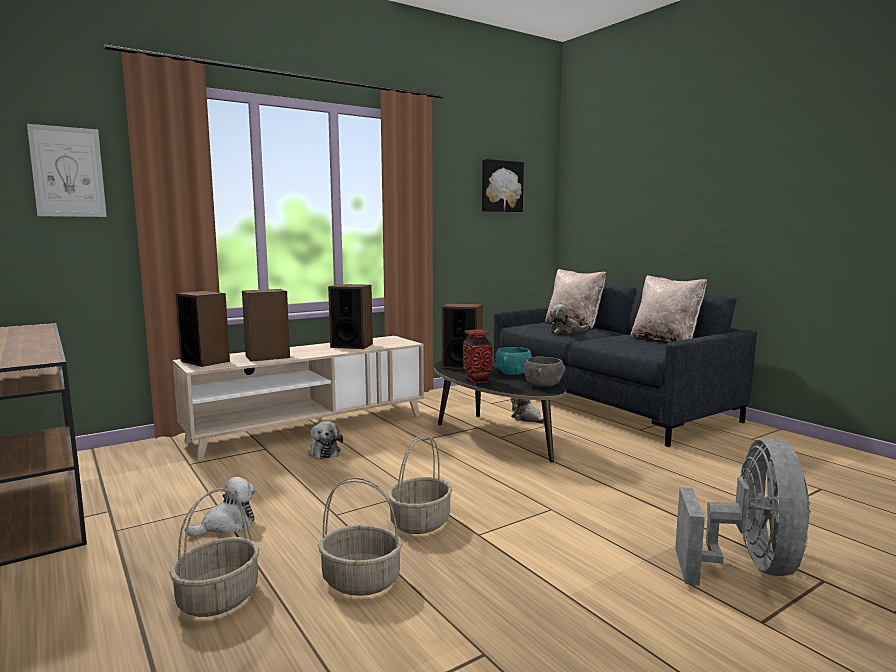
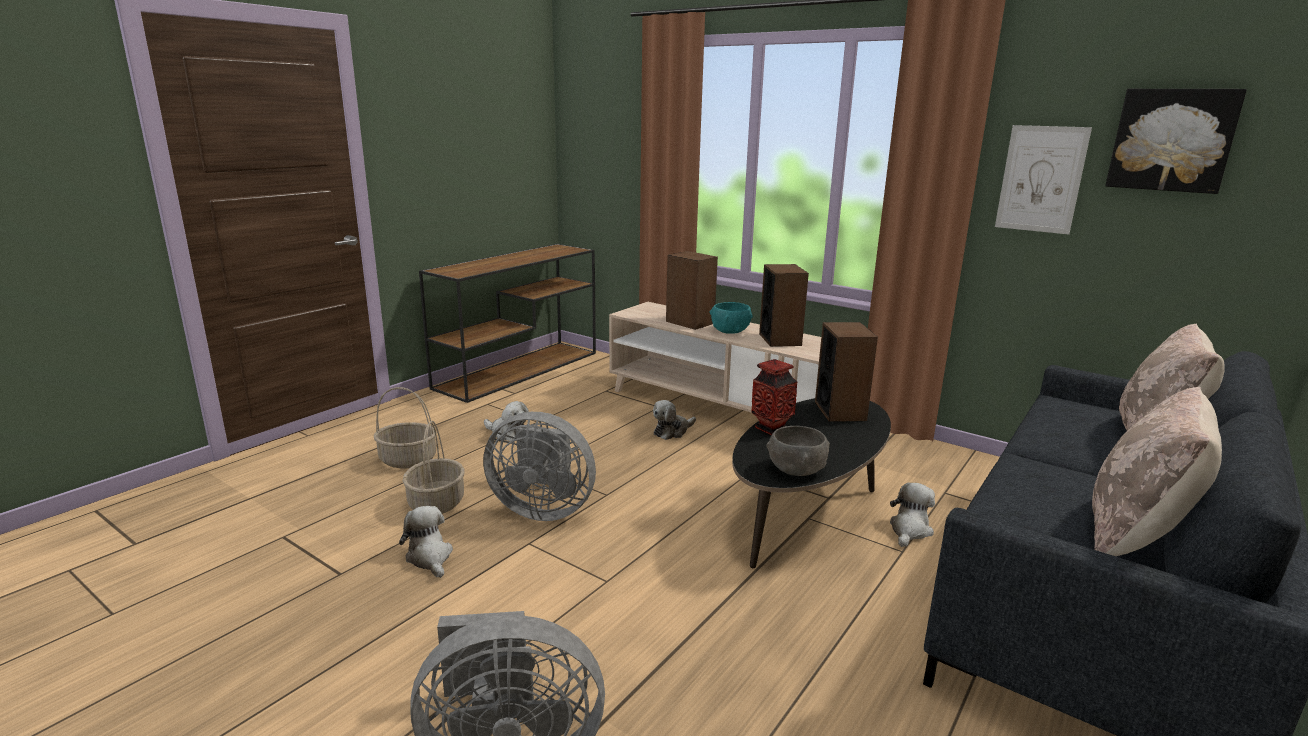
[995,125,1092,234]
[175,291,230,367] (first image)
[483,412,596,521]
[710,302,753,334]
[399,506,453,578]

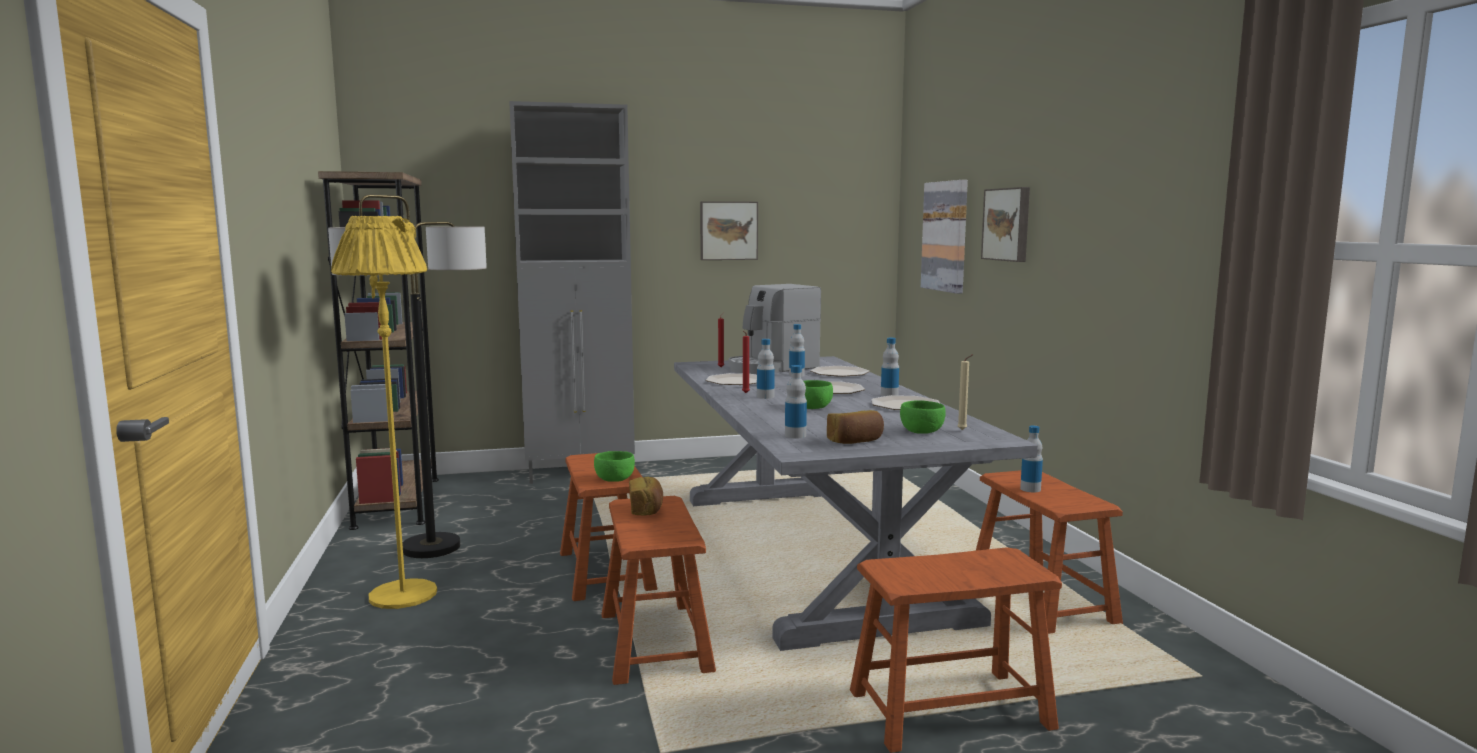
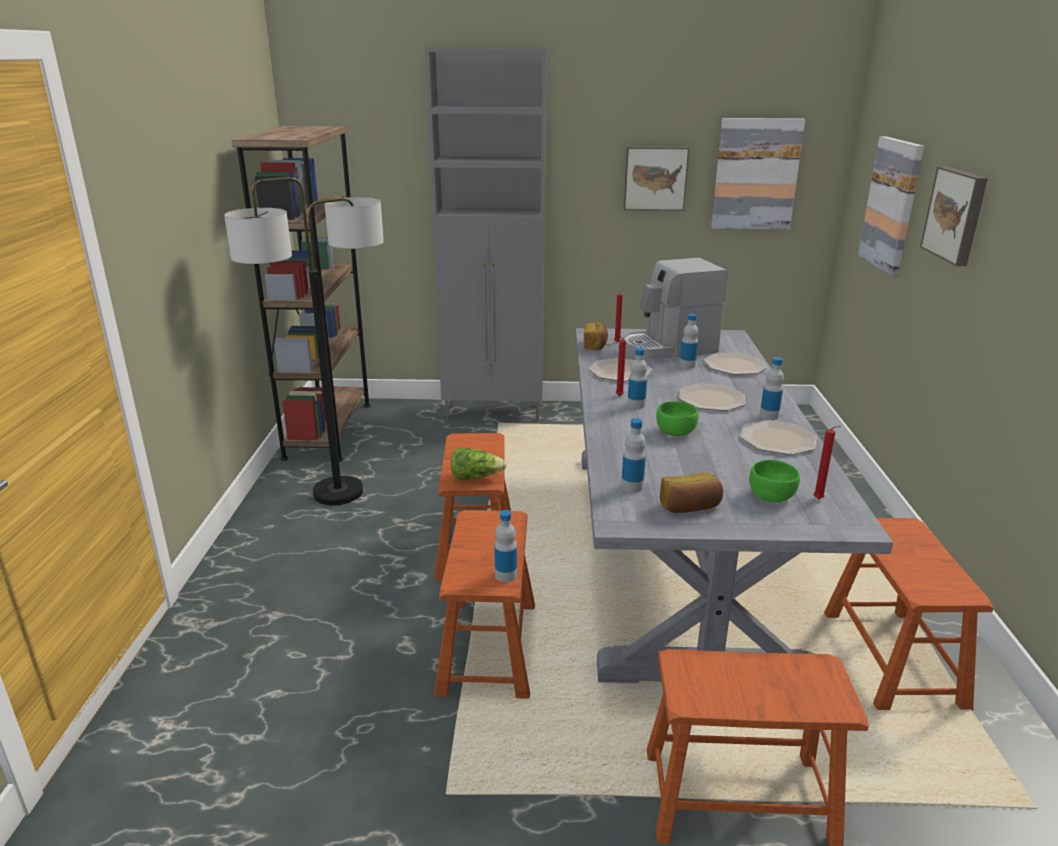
[331,216,437,609] (first image)
[451,448,507,480]
[584,322,608,350]
[814,426,841,499]
[494,510,517,582]
[711,118,805,229]

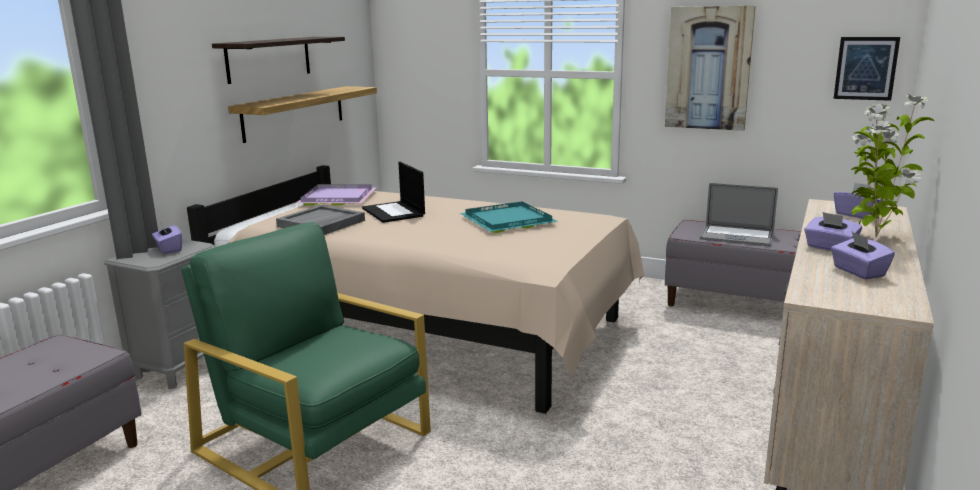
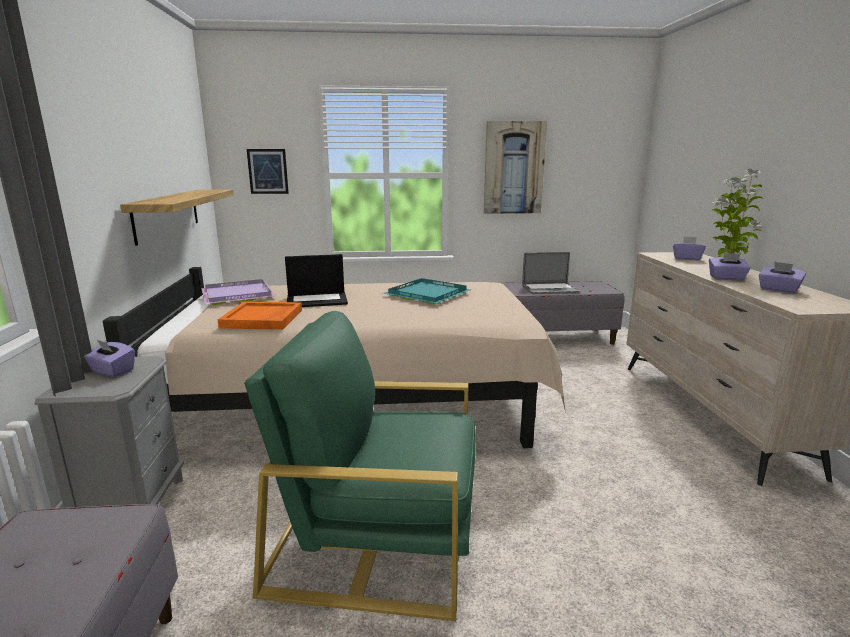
[212,37,345,84] (first image)
[218,301,302,330]
[285,254,348,307]
[247,149,289,194]

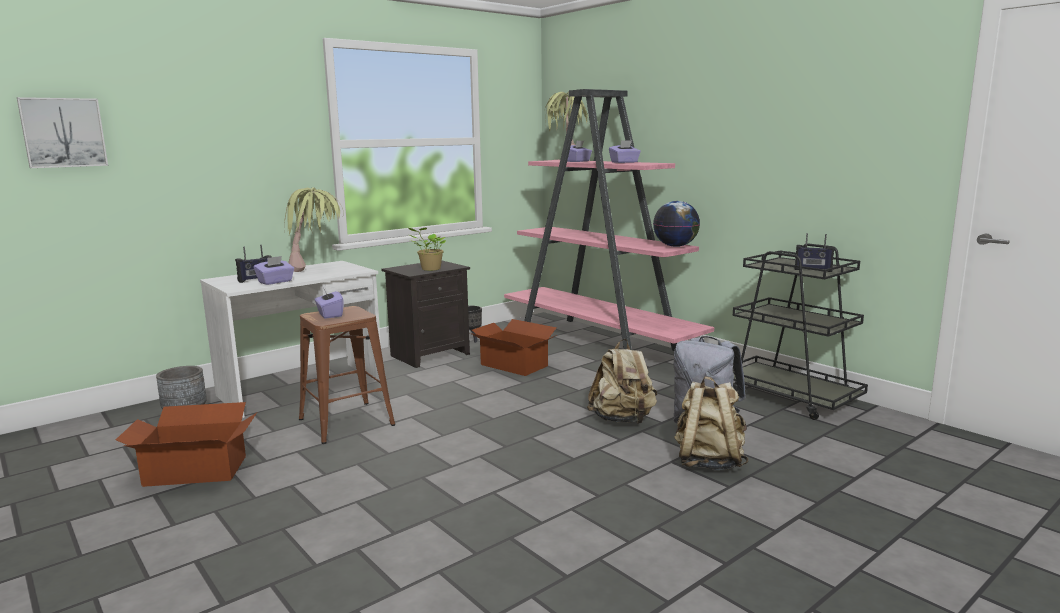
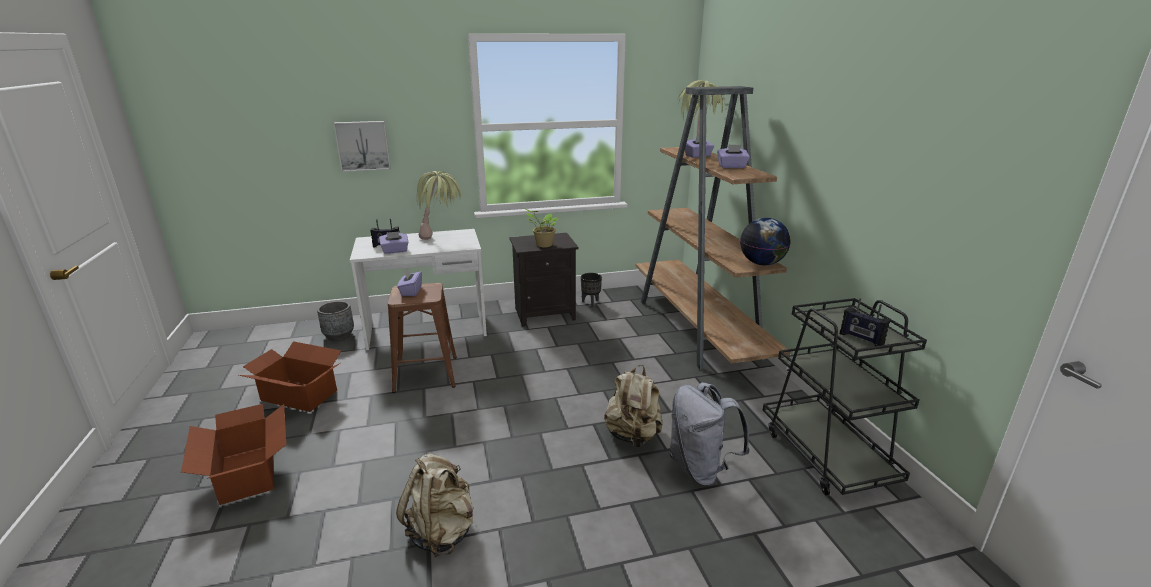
[334,121,391,172]
[181,404,286,505]
[636,86,790,370]
[396,453,474,557]

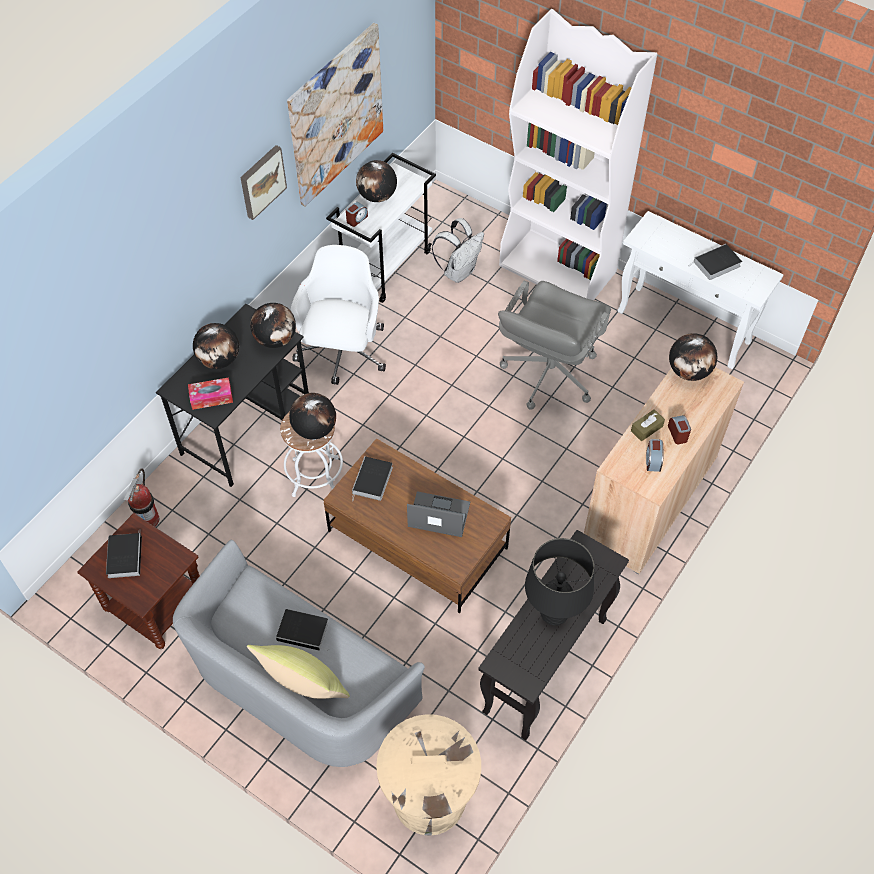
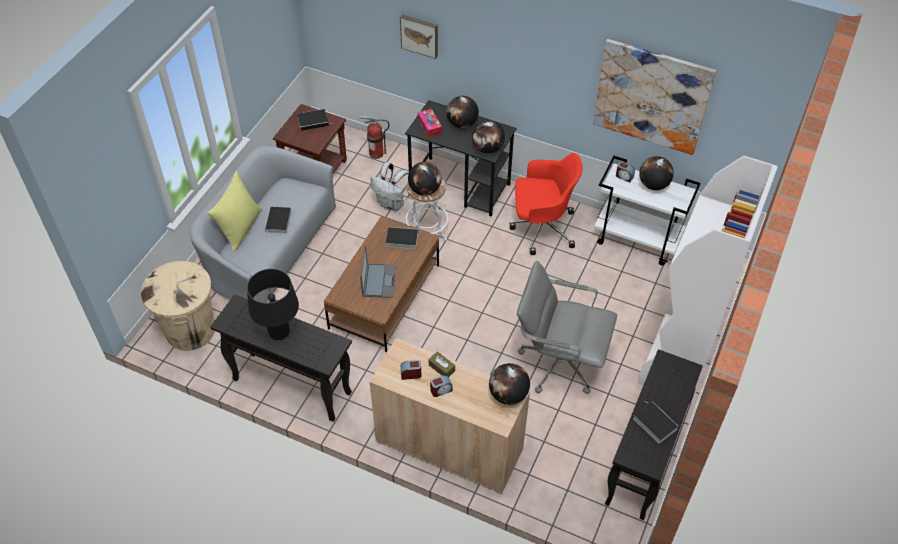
[400,14,438,59]
[509,153,582,255]
[371,162,409,212]
[605,349,703,520]

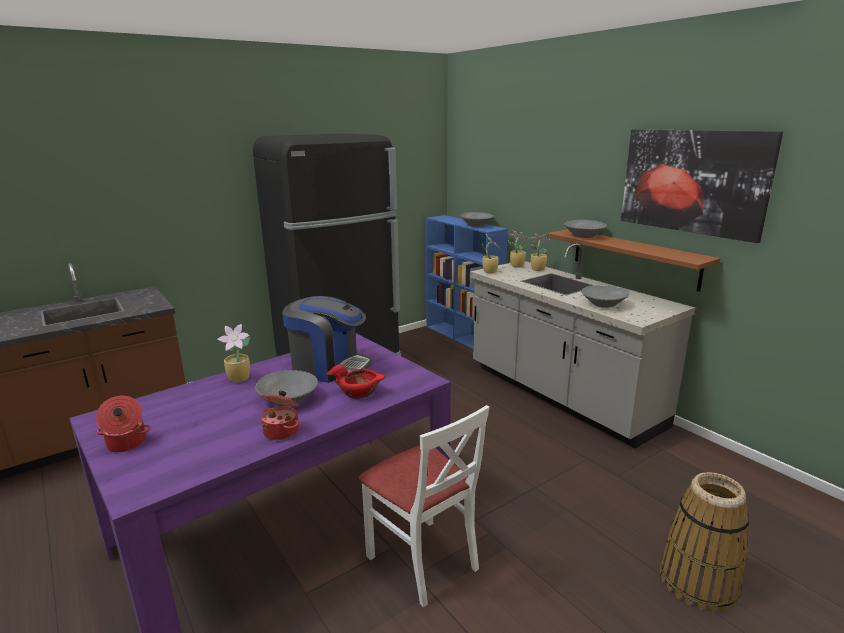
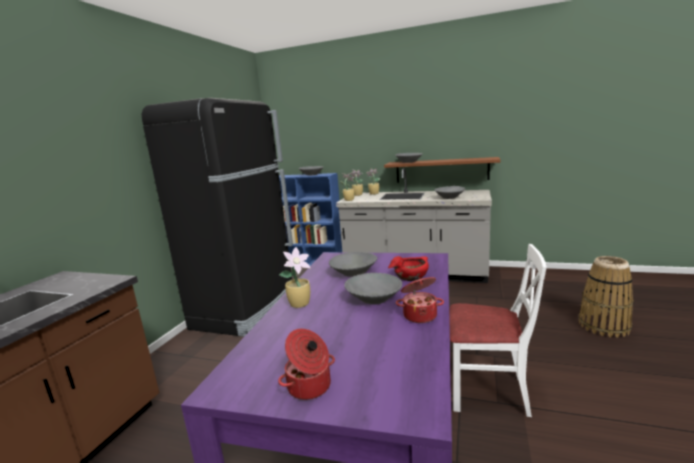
[329,252,377,277]
[621,129,783,243] (first image)

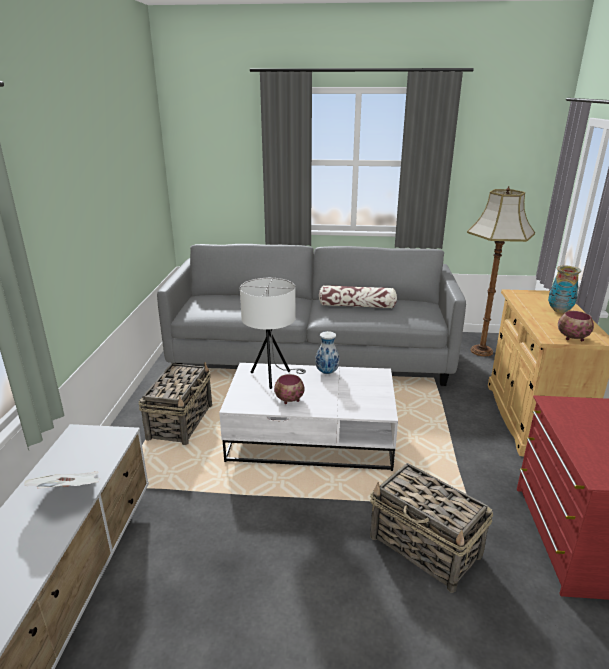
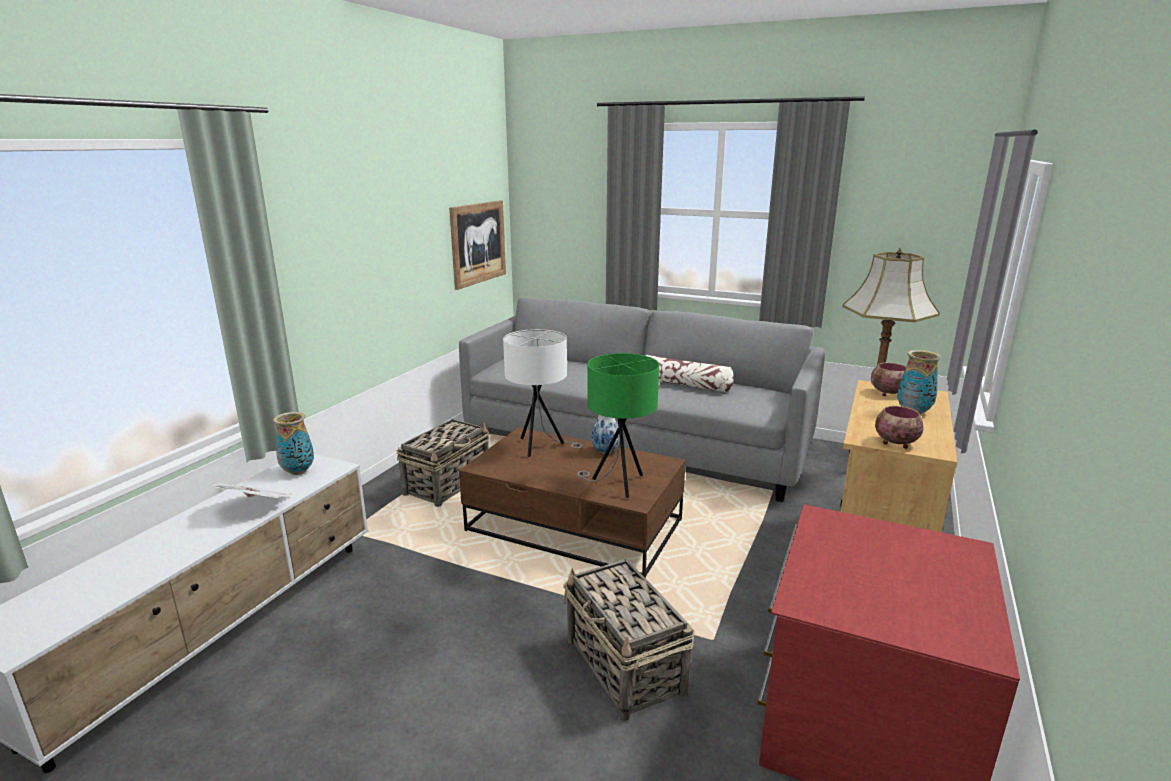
[459,427,686,578]
[871,363,906,396]
[273,412,314,475]
[449,200,506,290]
[577,353,659,498]

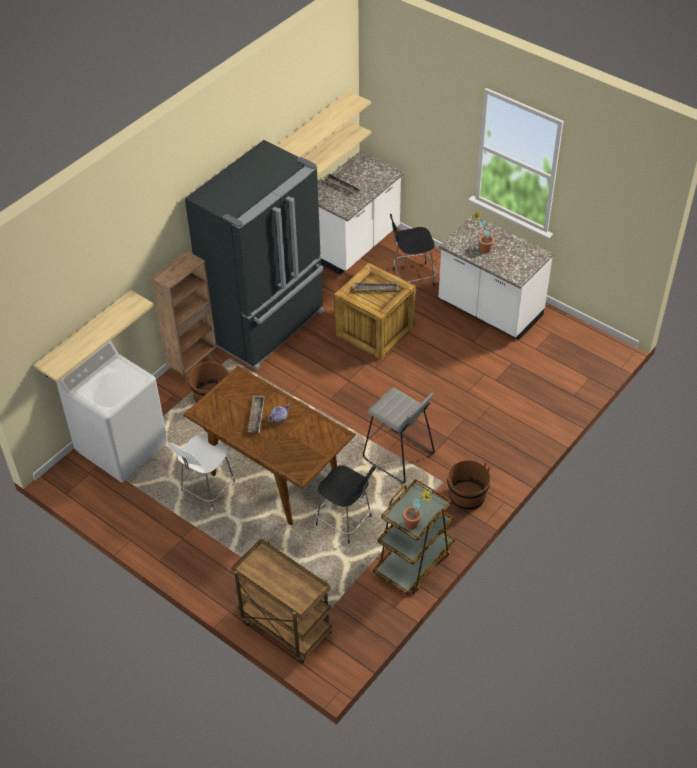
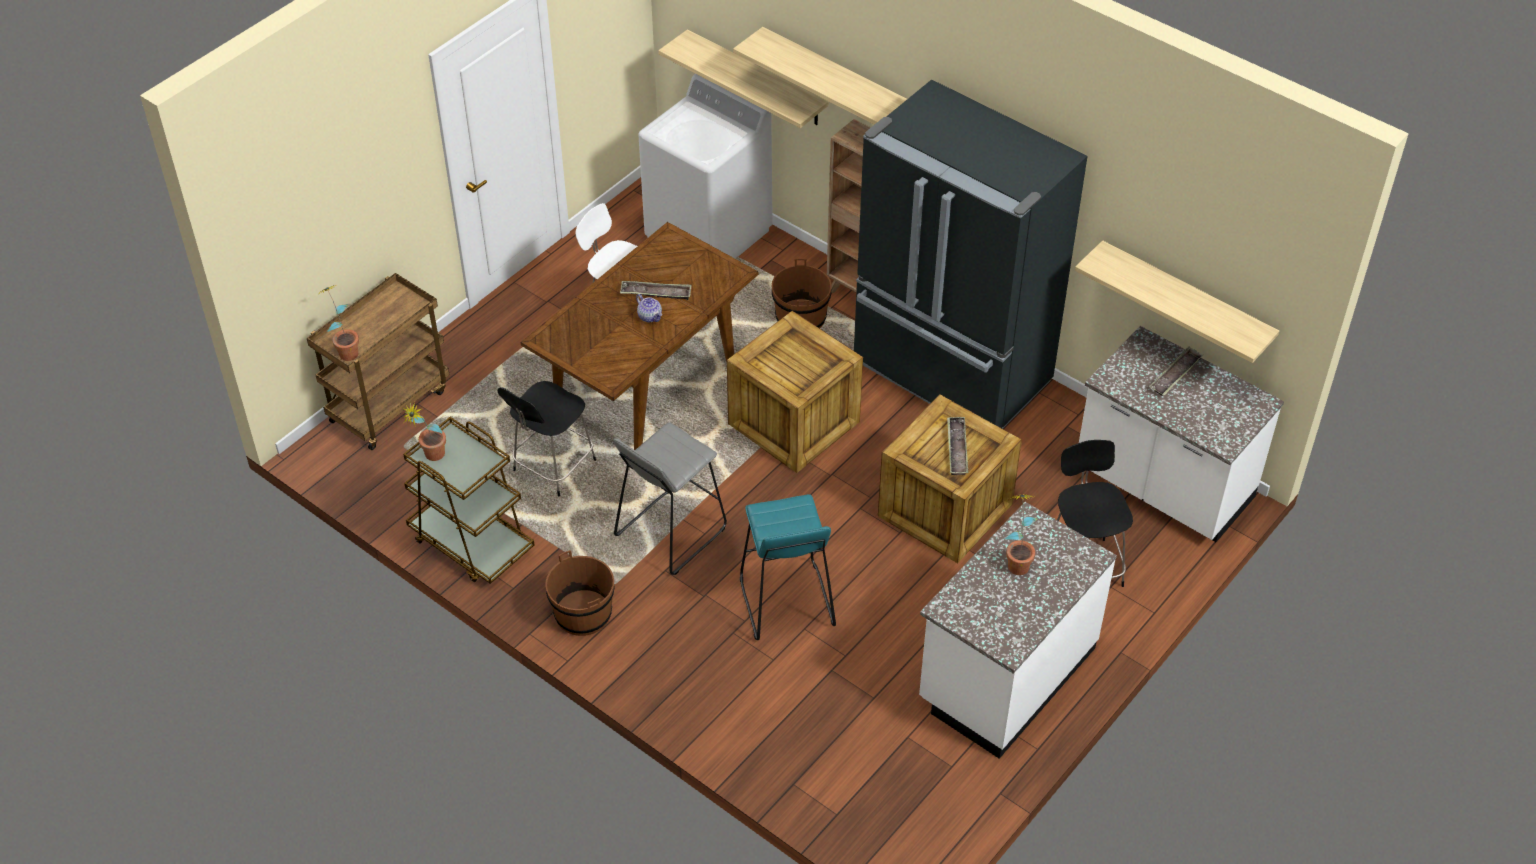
[733,27,907,125]
[322,285,359,361]
[727,311,863,473]
[740,494,836,640]

